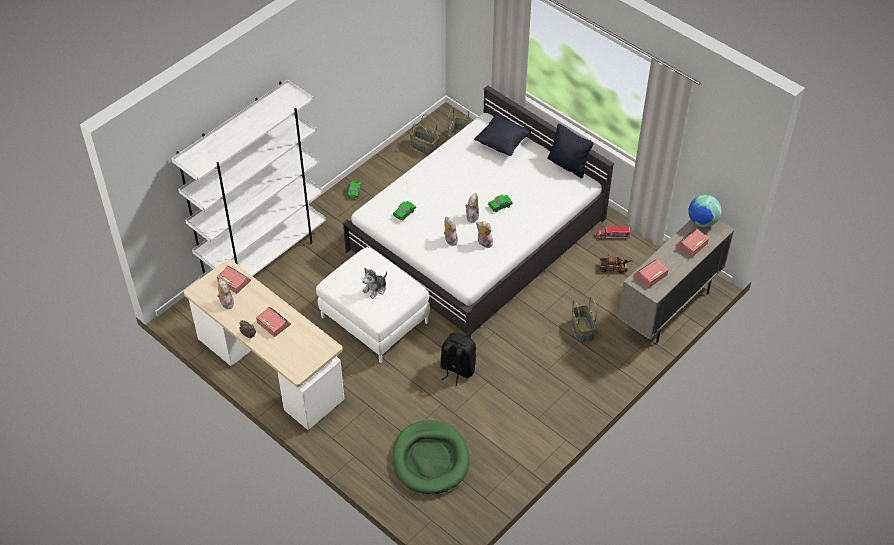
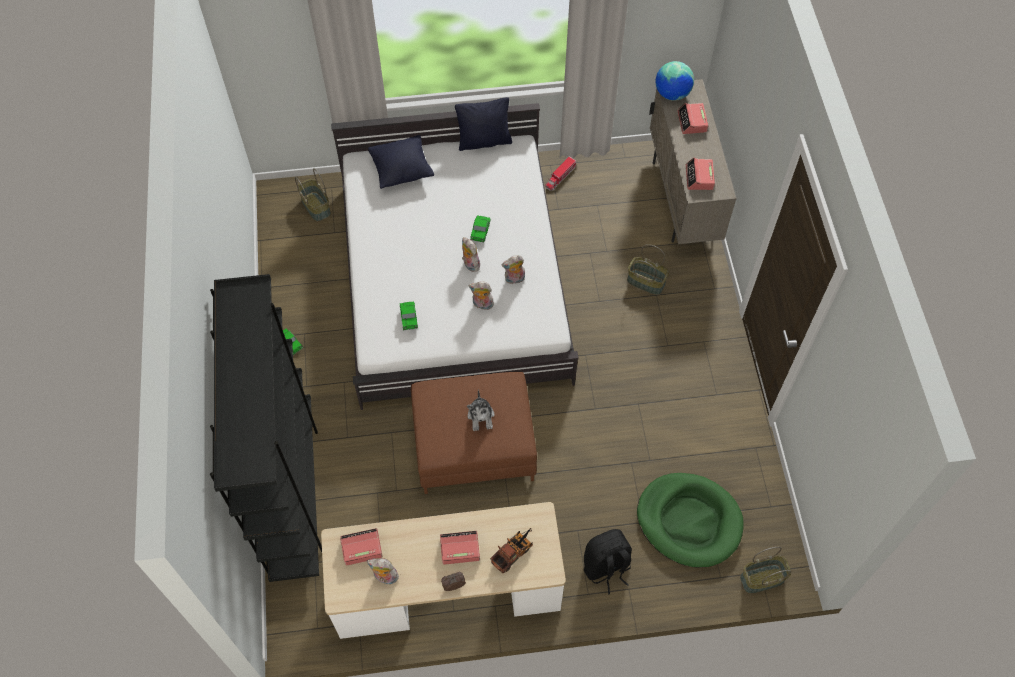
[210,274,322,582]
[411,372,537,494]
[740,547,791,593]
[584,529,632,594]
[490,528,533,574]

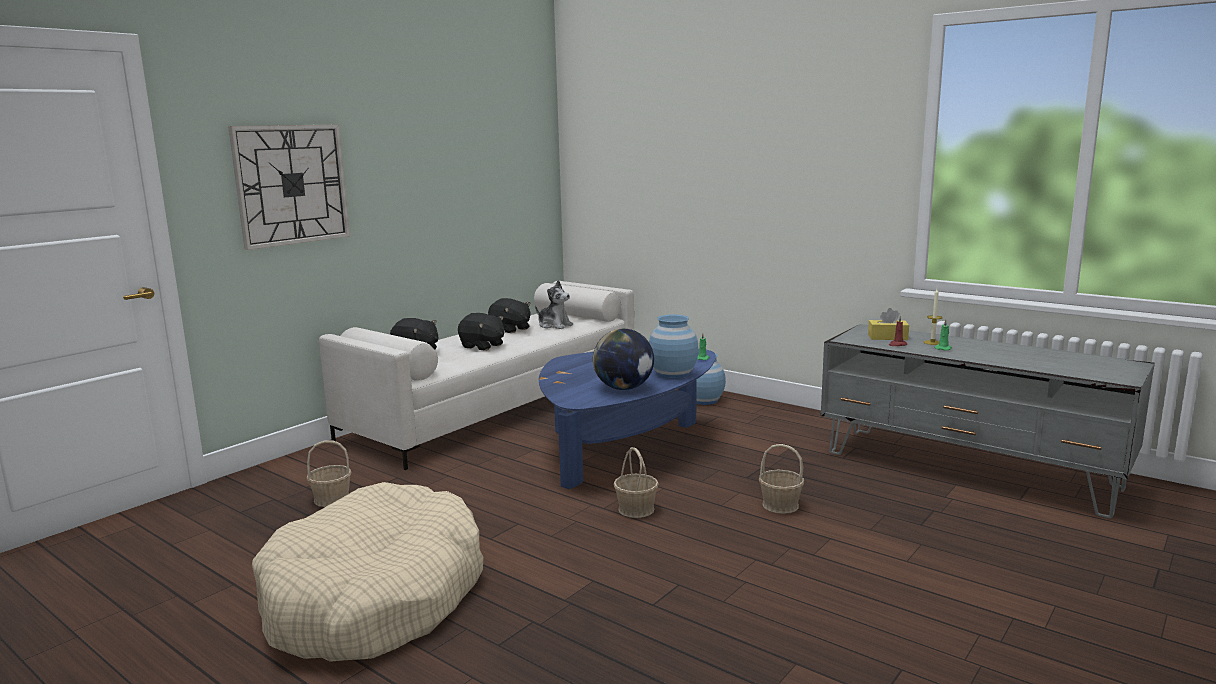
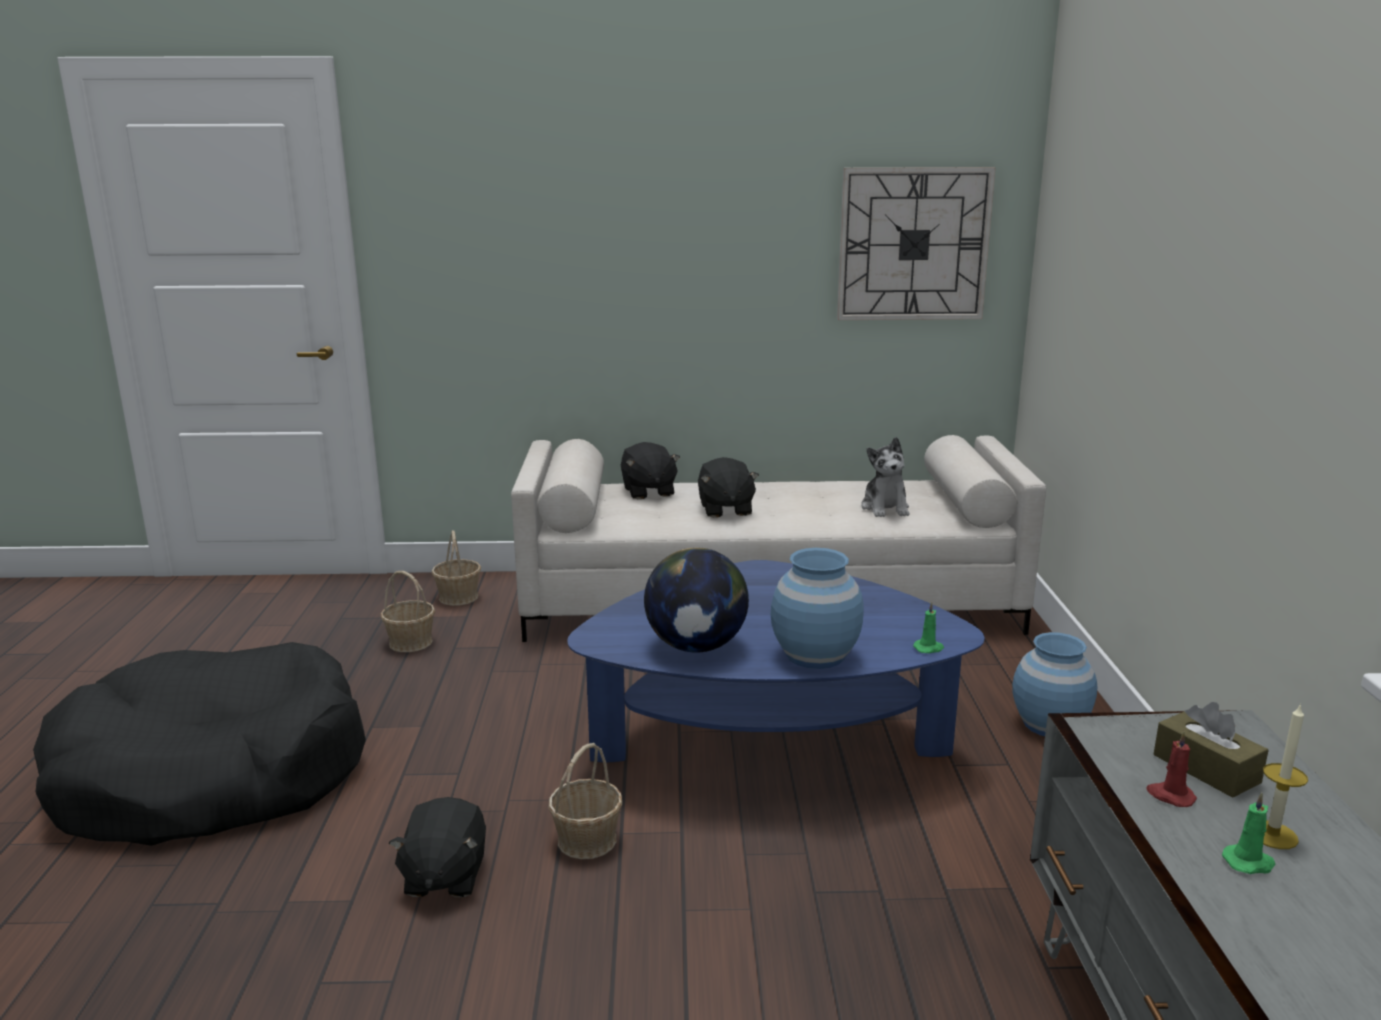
[837,167,996,320]
[33,642,366,846]
[389,797,486,897]
[432,530,481,606]
[1154,702,1269,798]

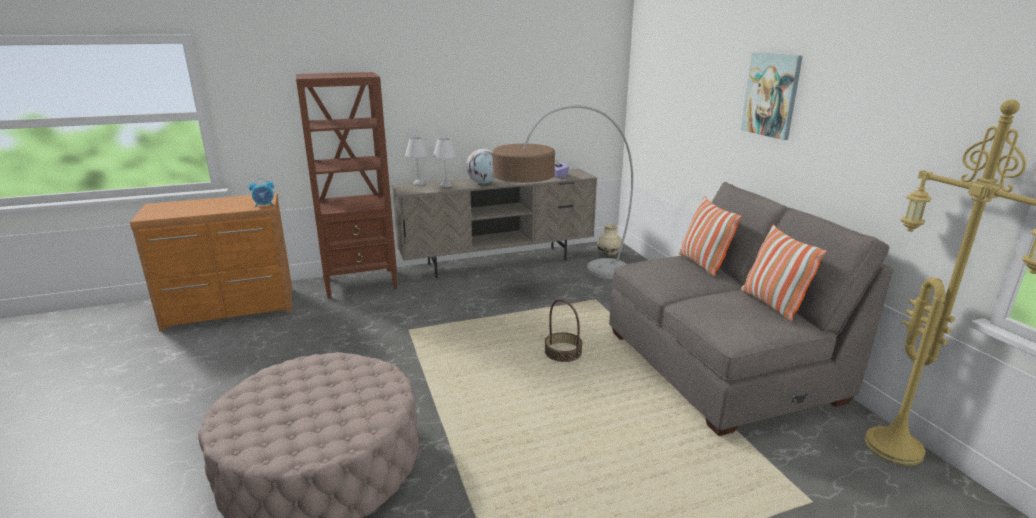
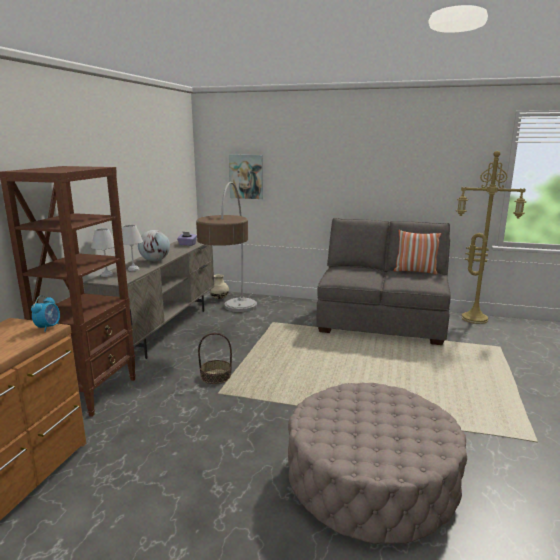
[198,333,232,384]
[679,197,742,277] (first image)
[229,155,263,199]

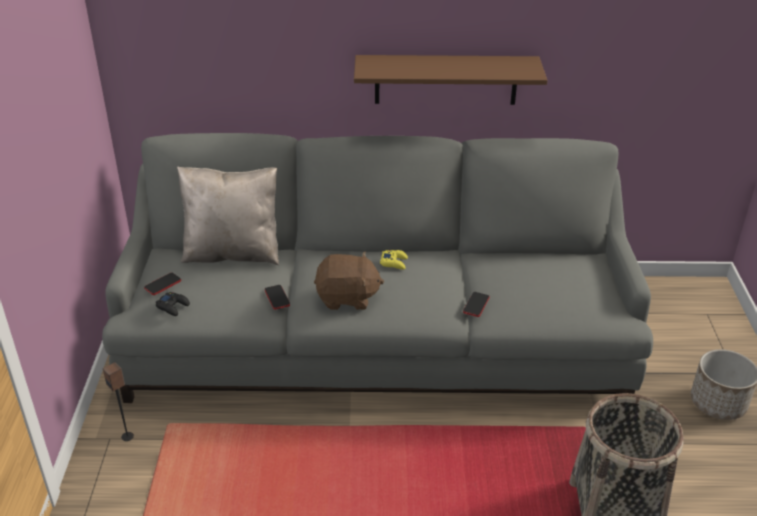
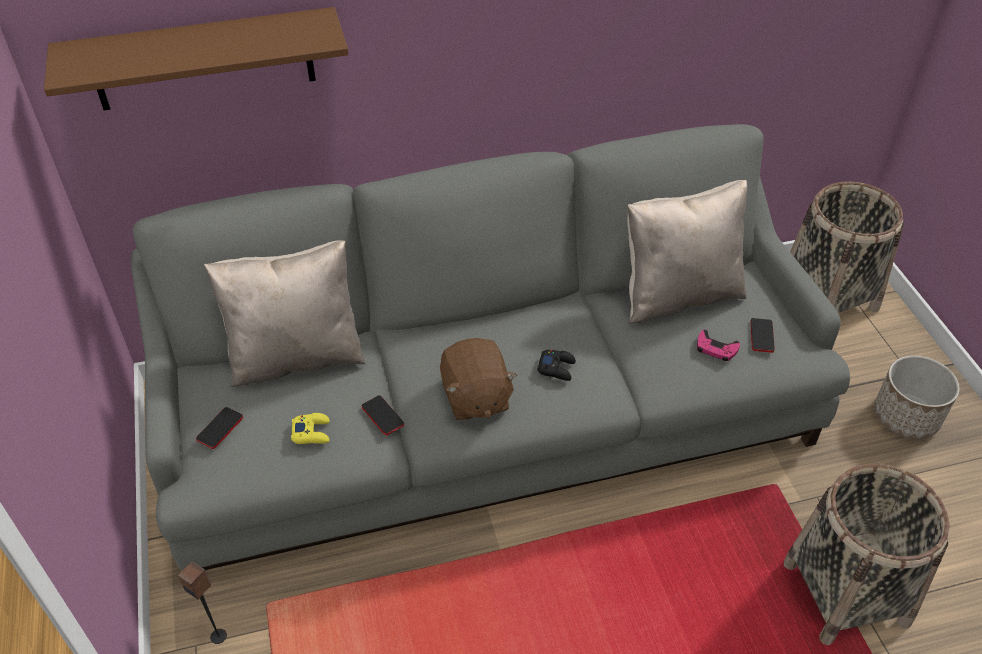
[537,350,576,381]
[440,338,517,421]
[44,7,348,111]
[291,413,330,444]
[750,318,775,353]
[627,180,747,324]
[697,329,740,361]
[790,181,904,313]

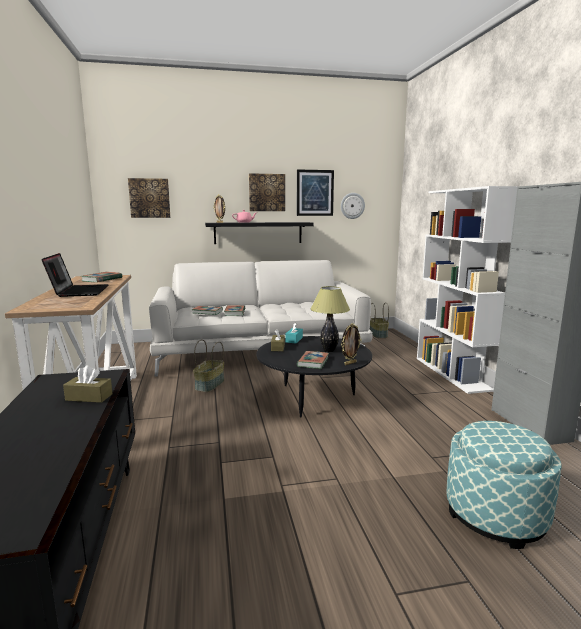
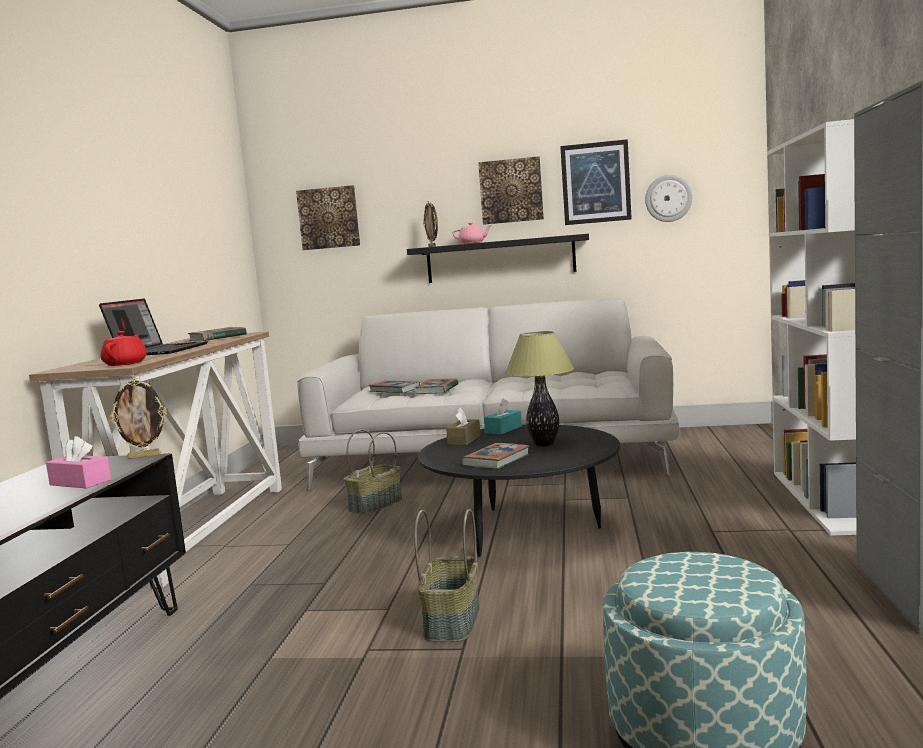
[46,436,111,489]
[110,378,167,459]
[414,509,479,642]
[101,331,147,366]

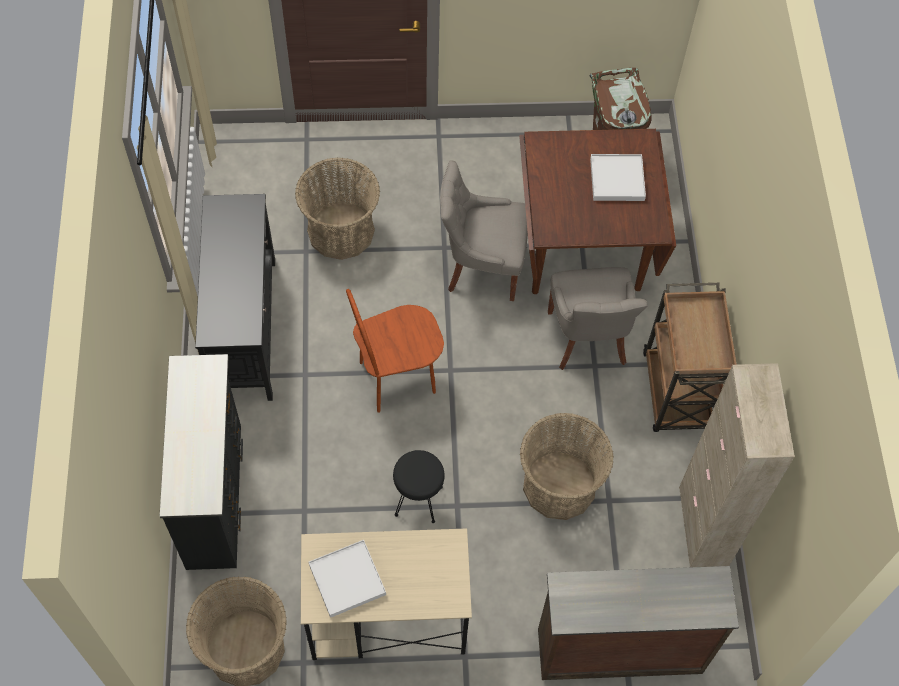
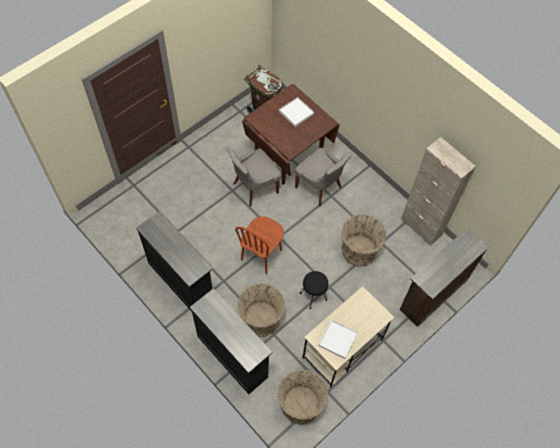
[136,212,213,311]
[238,283,285,337]
[643,283,737,432] (first image)

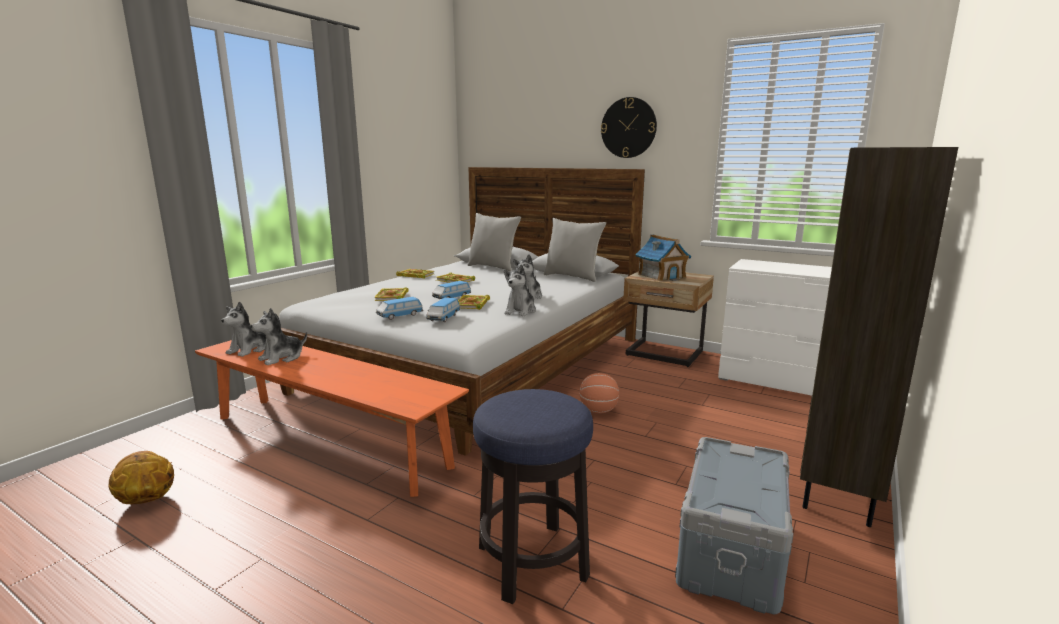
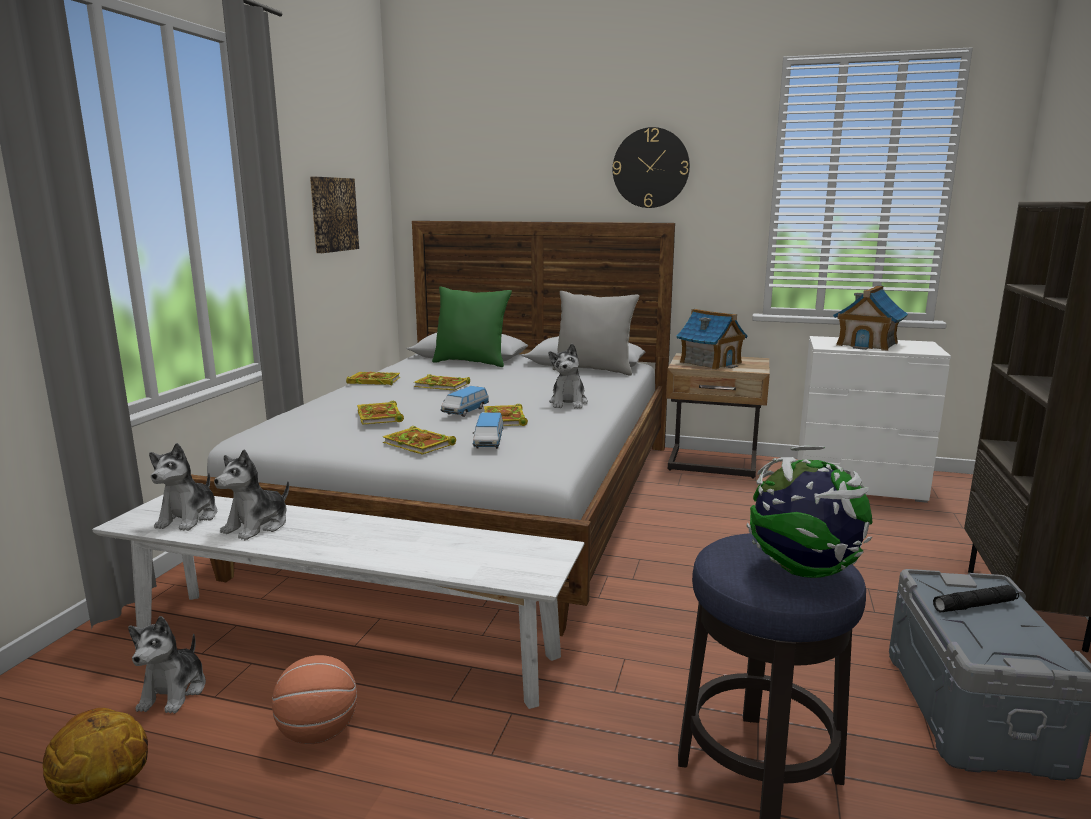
[92,494,584,709]
[383,426,456,454]
[432,286,512,367]
[128,616,206,713]
[272,655,357,744]
[310,177,359,253]
[746,445,873,578]
[833,286,908,351]
[933,585,1019,612]

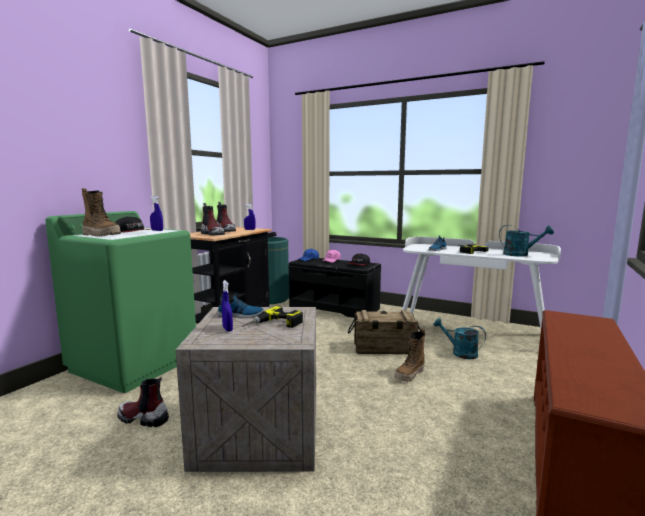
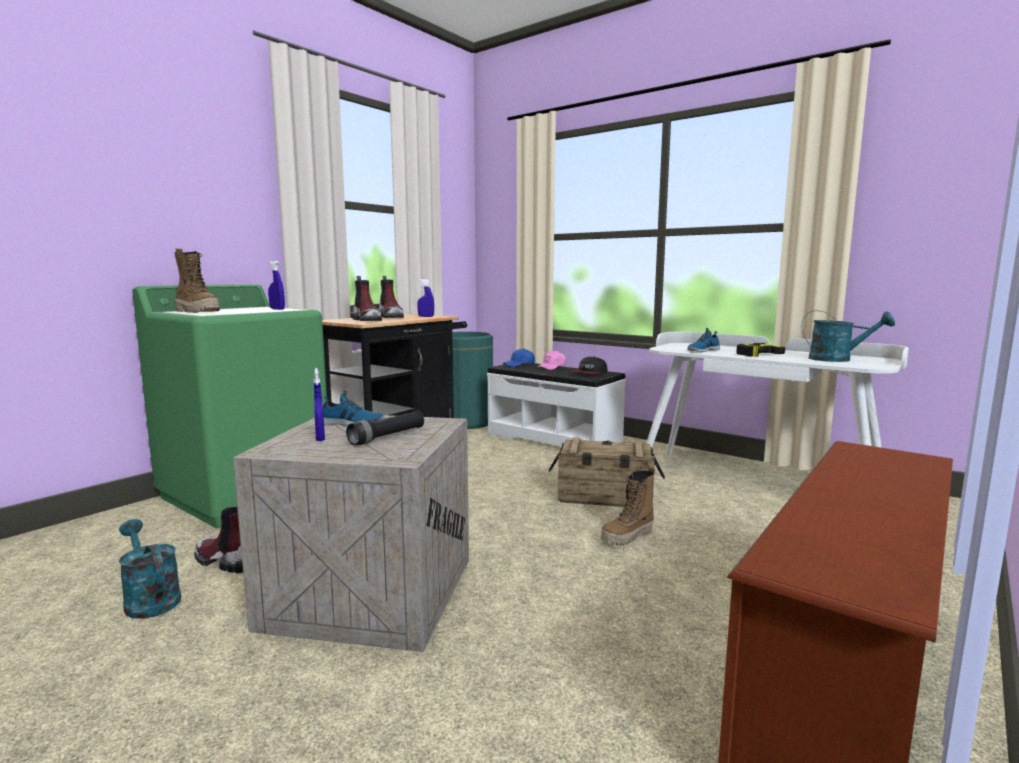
[115,216,151,233] (first image)
[346,410,424,446]
[487,363,626,448]
[119,519,181,619]

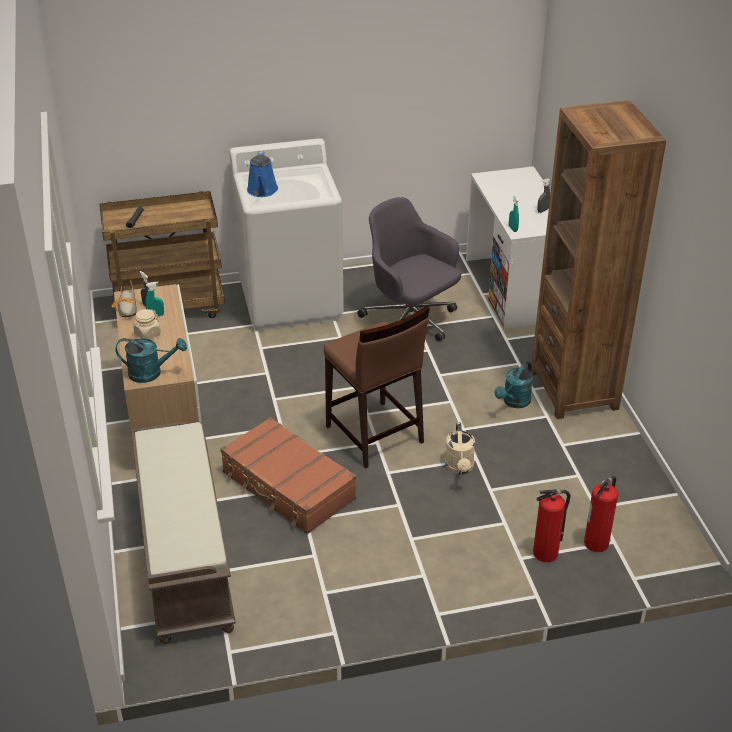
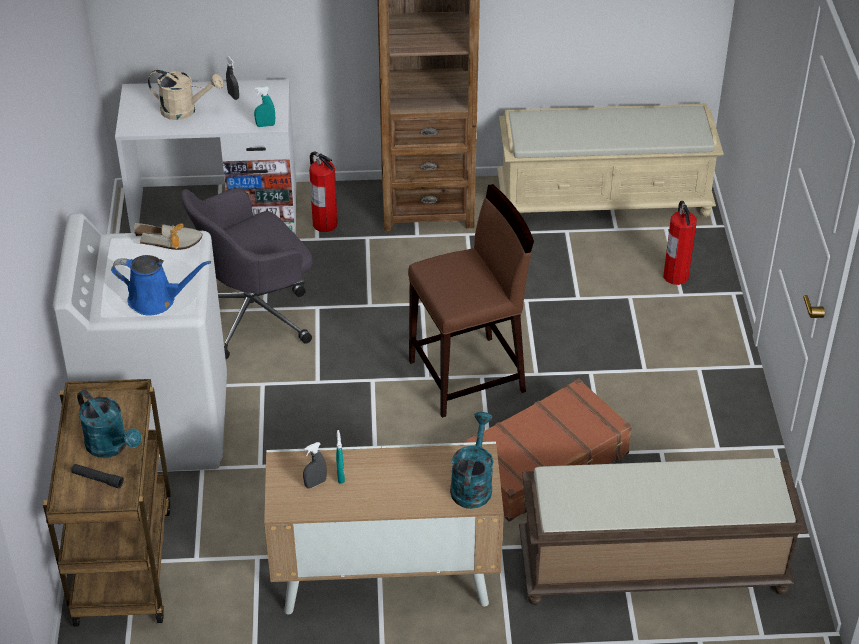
[134,223,203,250]
[132,309,161,339] (first image)
[148,70,223,120]
[77,390,142,458]
[309,152,338,232]
[497,103,724,217]

